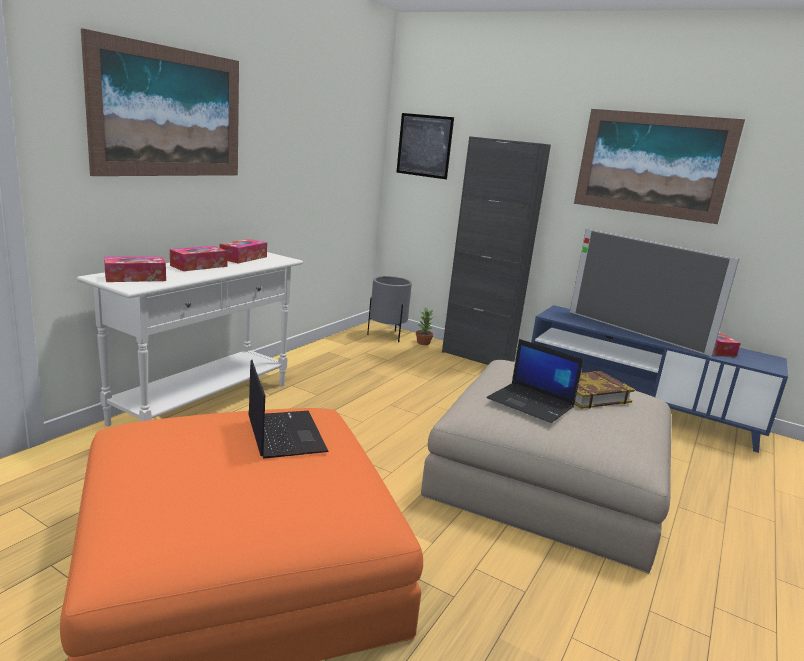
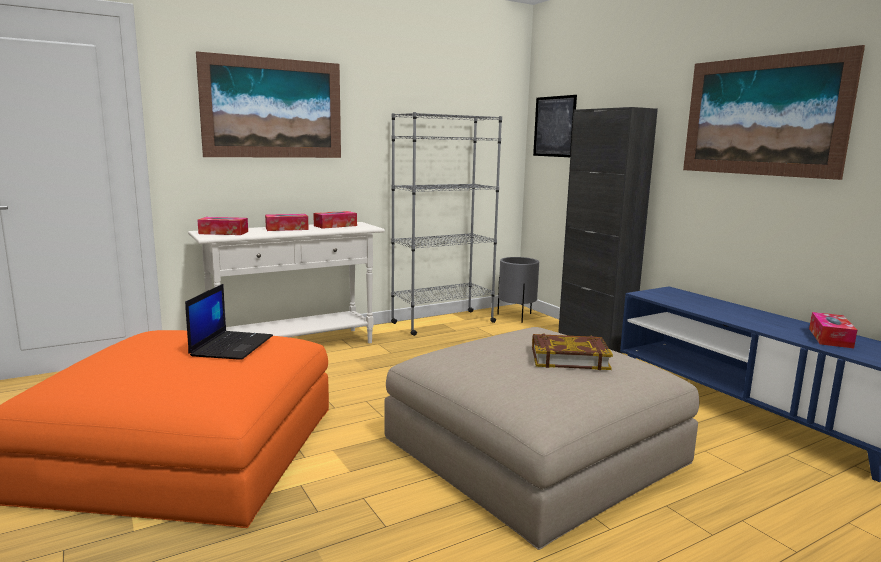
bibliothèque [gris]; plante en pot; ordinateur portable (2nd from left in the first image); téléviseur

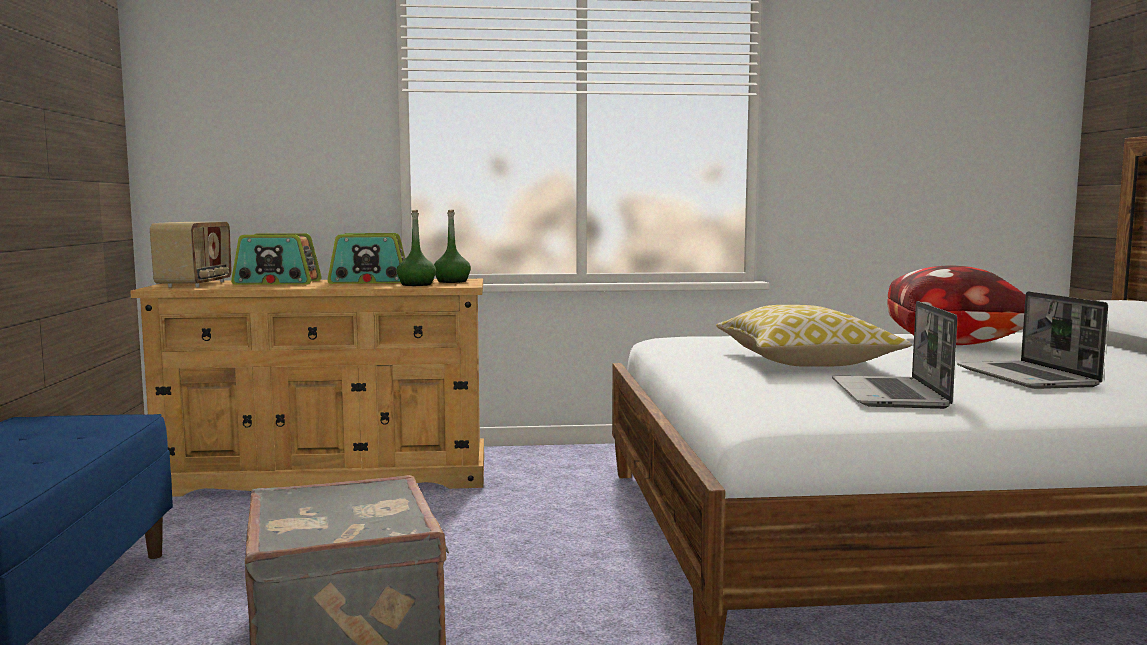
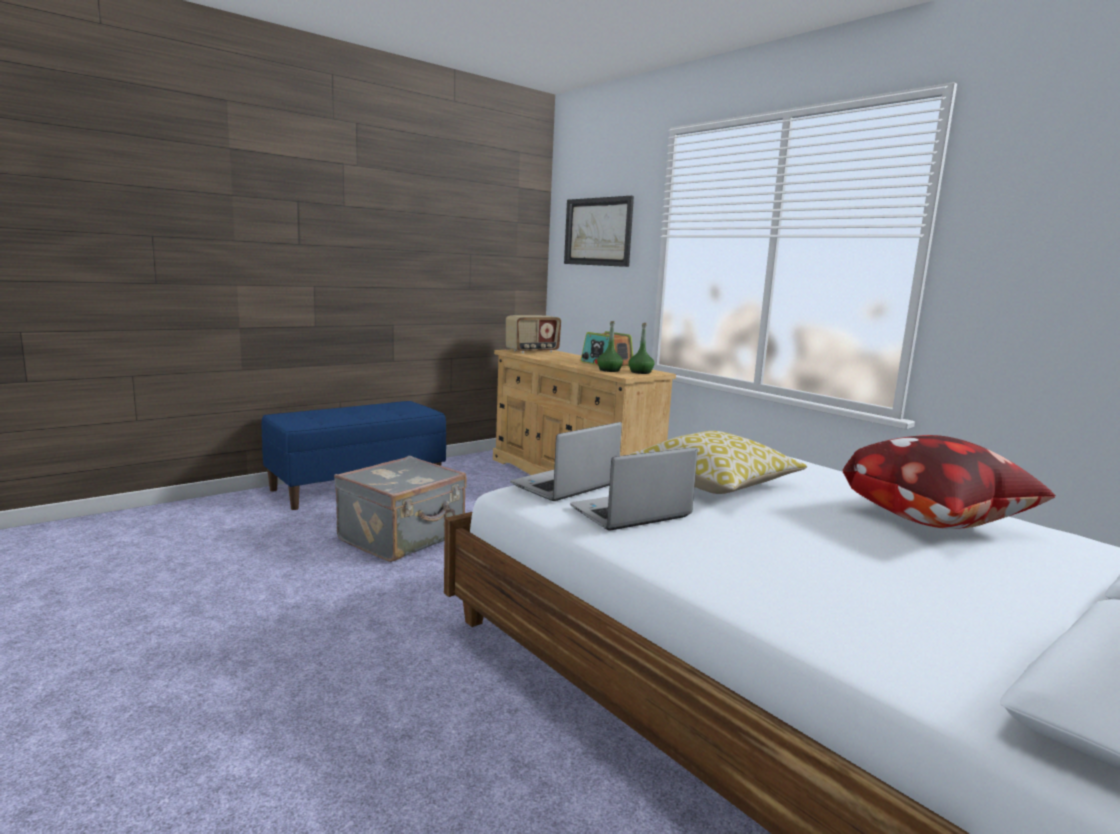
ordinateur portable (1st from left); tableau; radio (2nd from left in the first image)

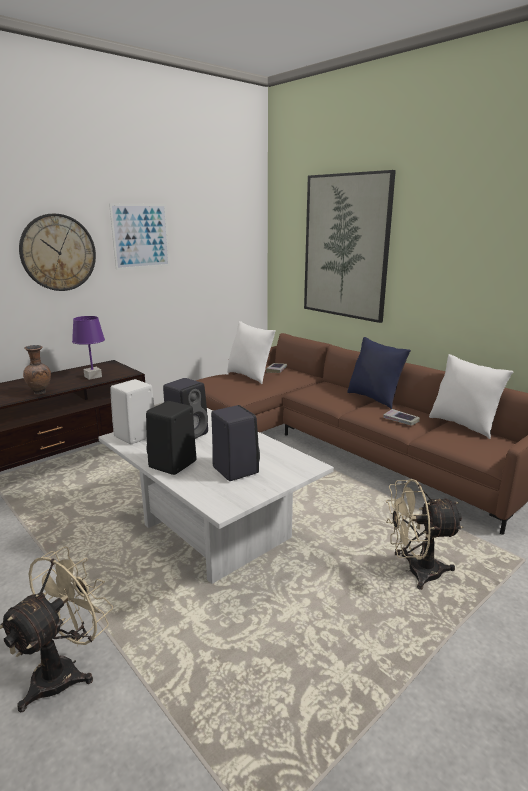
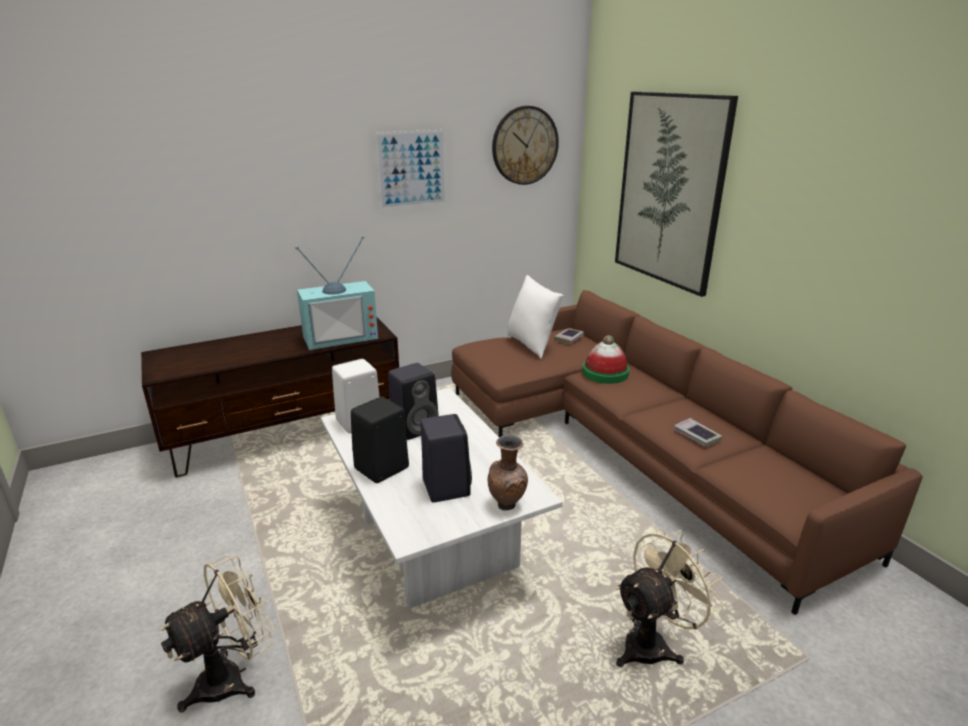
téléviseur; vase [marron]; horloge murale; chapeau; ventilateur [beige] (2nd from left); coussin [bleu]; coussin [blanc] (2nd from left in the first image)

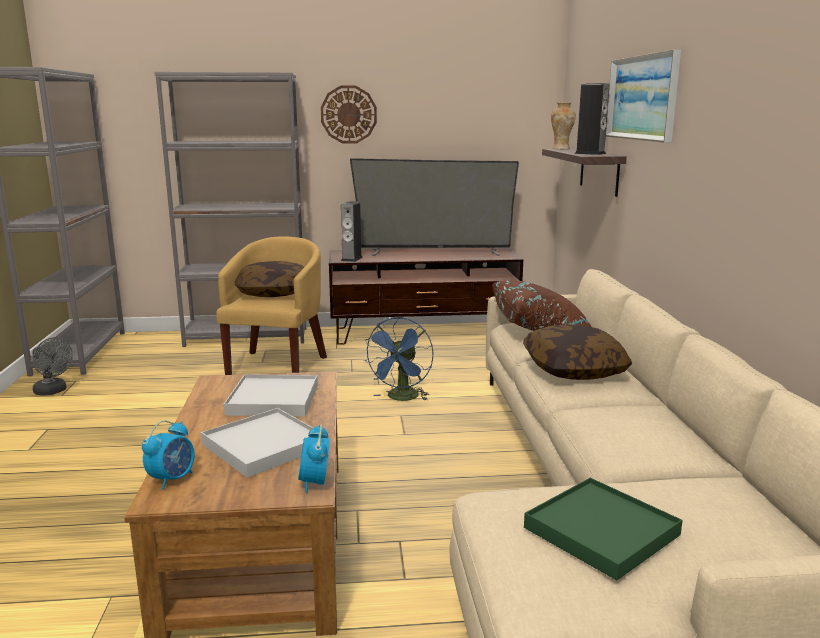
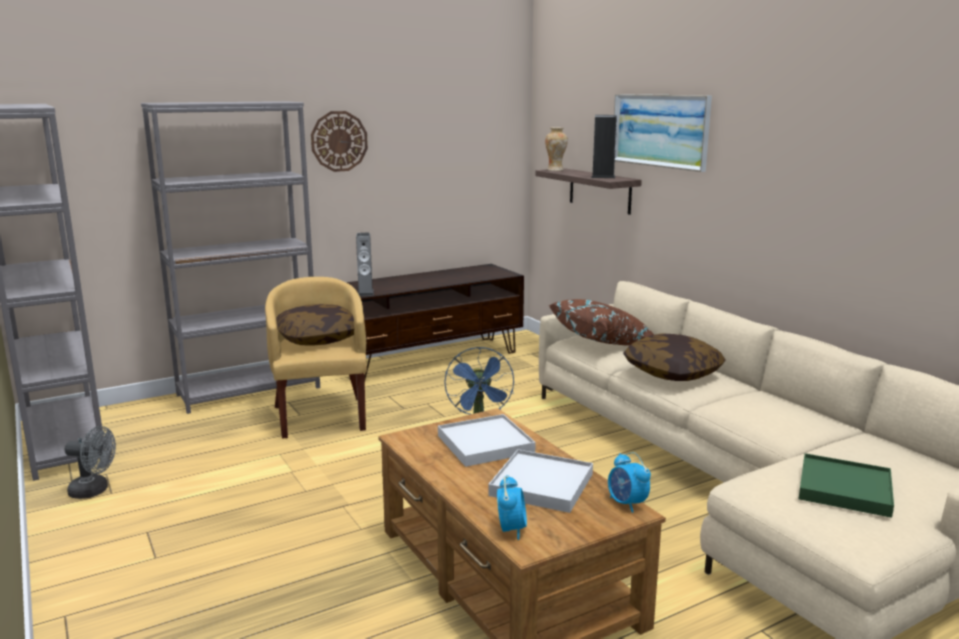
téléviseur

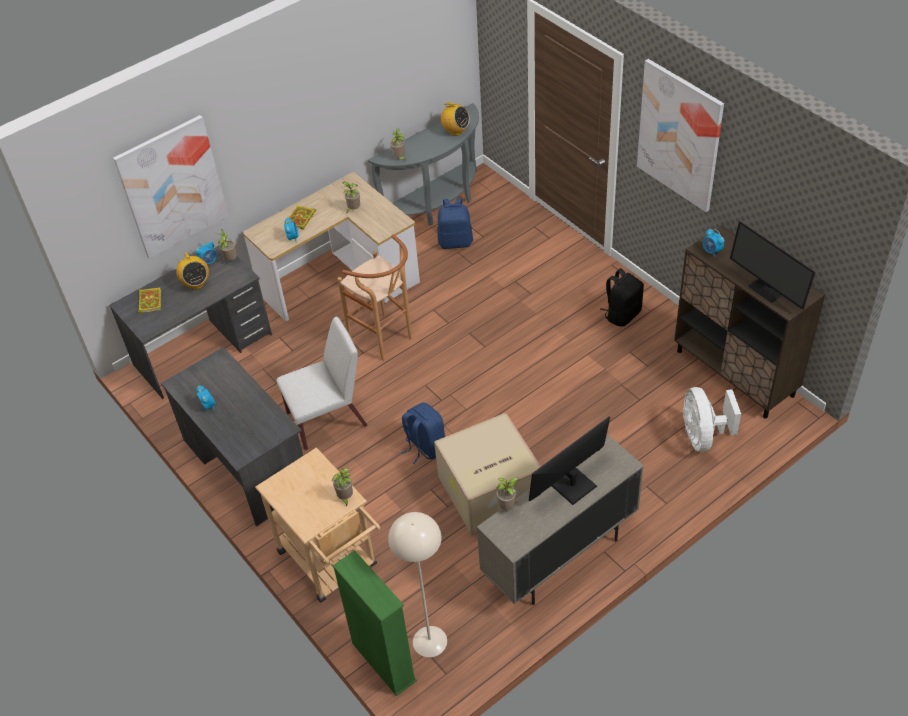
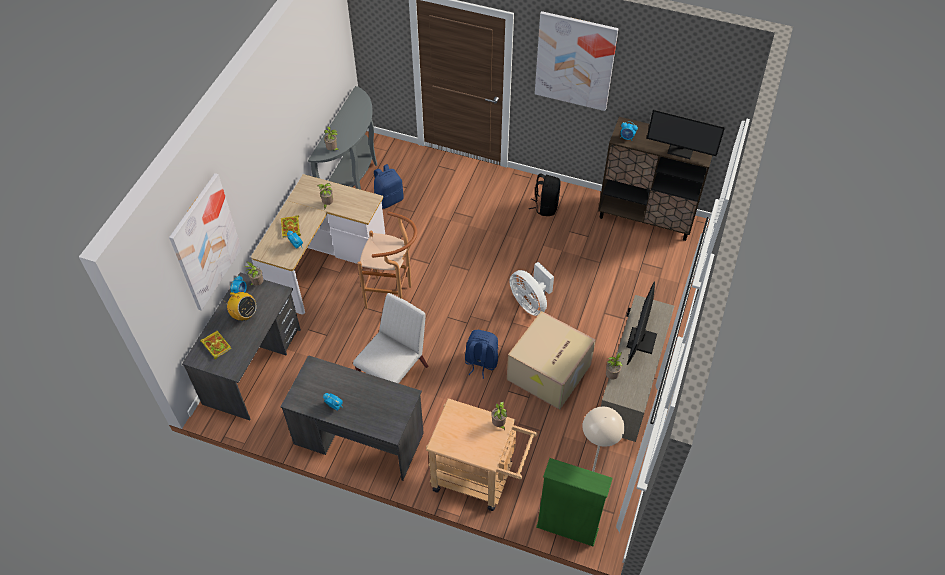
ventilateur [blanc]; radio (2nd from left in the first image)

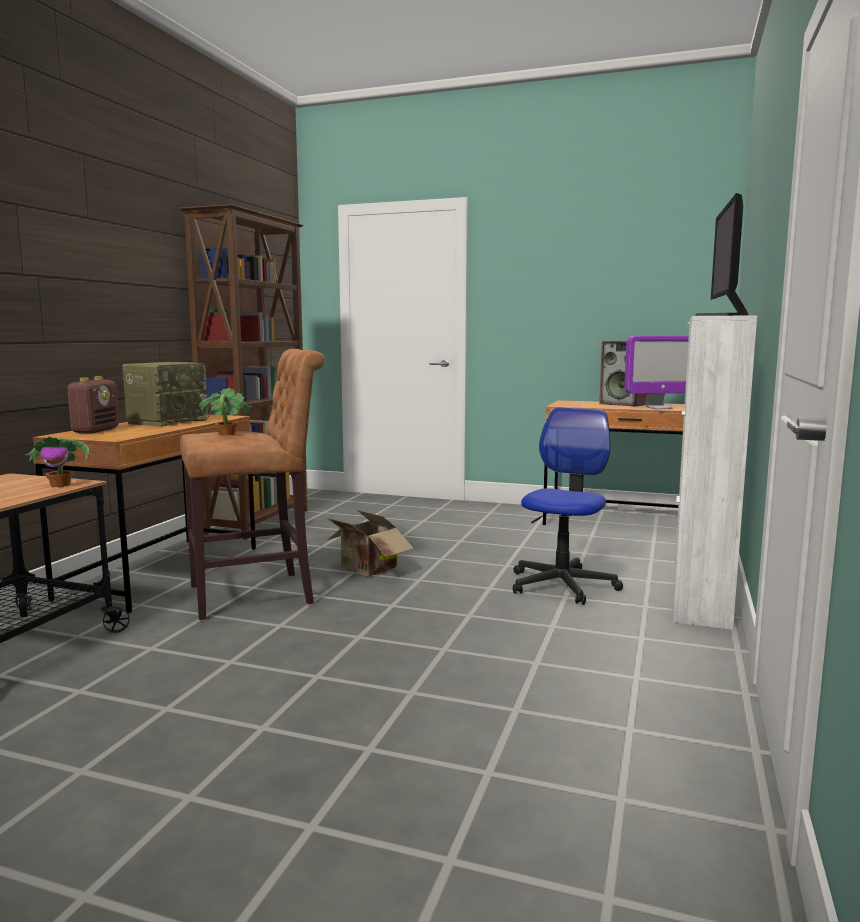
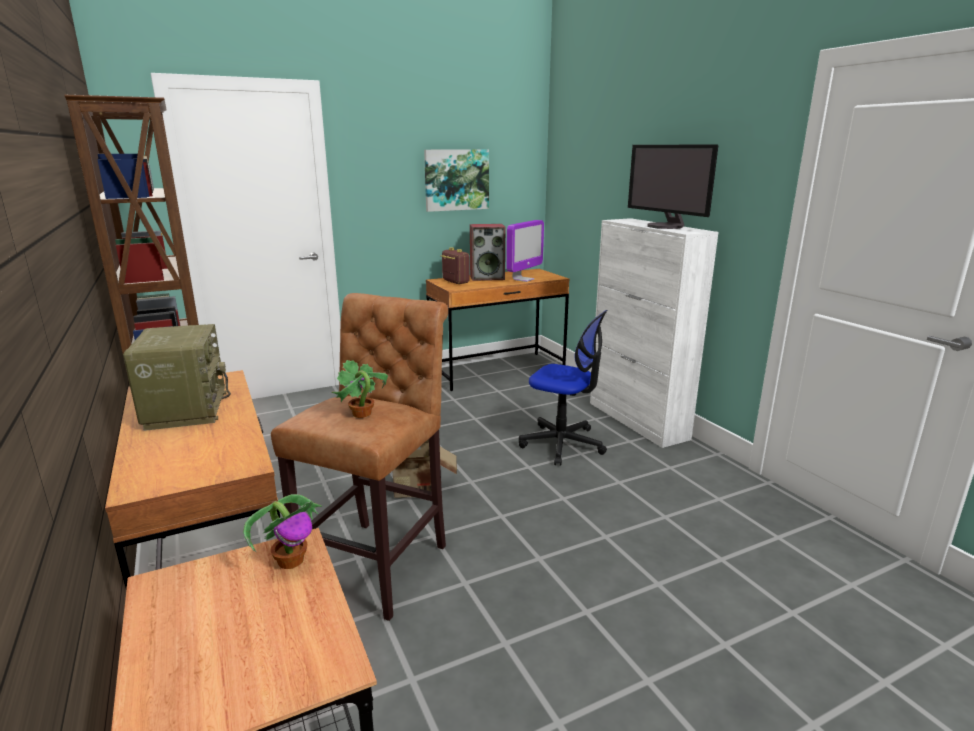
tableau; radio (2nd from left); chaise de bureau

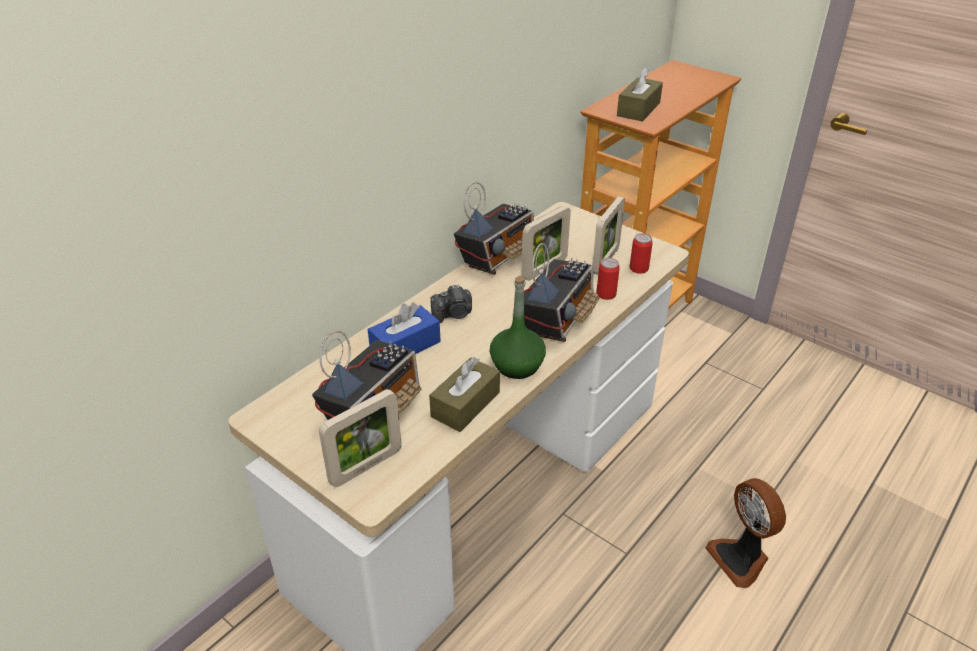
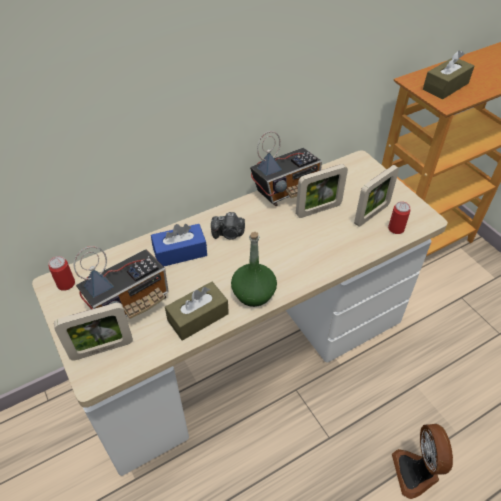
boîte métallique (1st from left); radio (3rd from left in the first image)

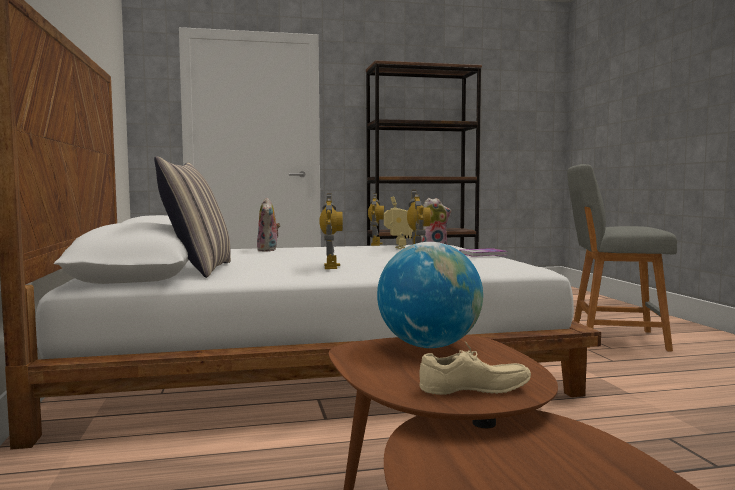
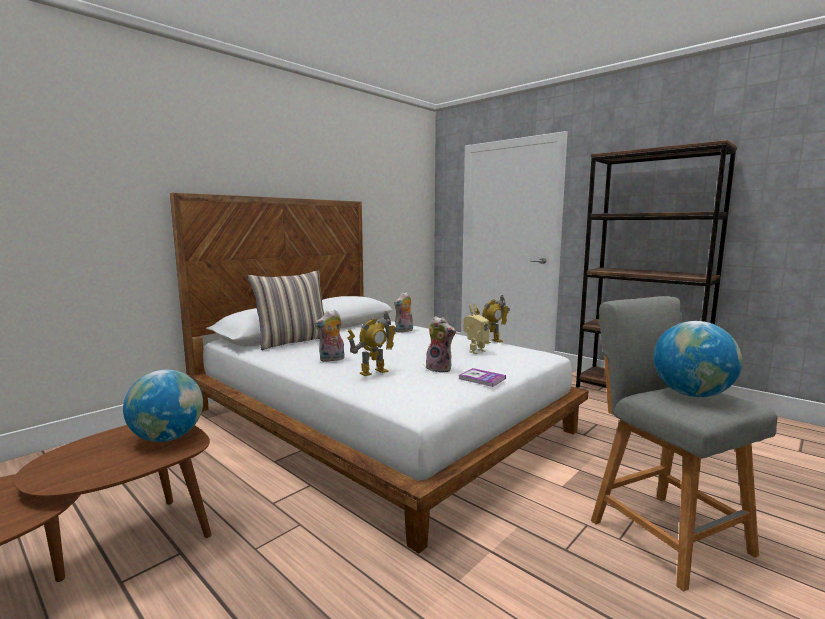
peluche (1st from left); globe (2nd from left); chaussure [beige]

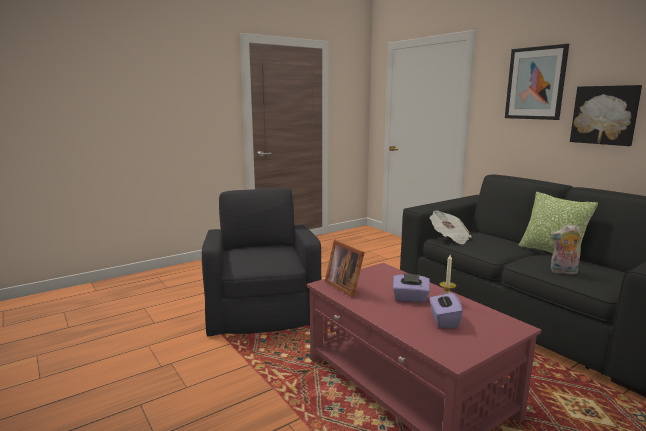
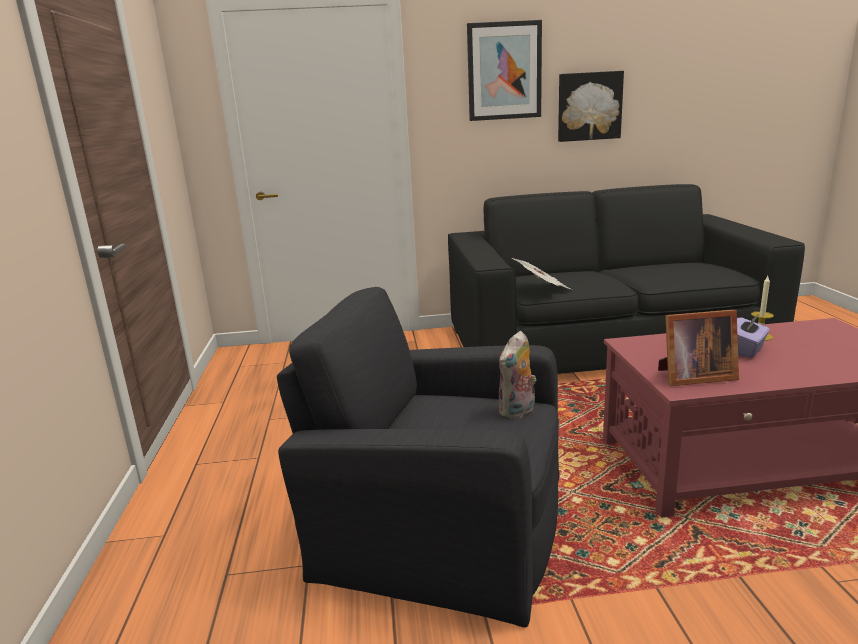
peluche; boîte à mouchoirs [violet] (2nd from left in the first image); coussin

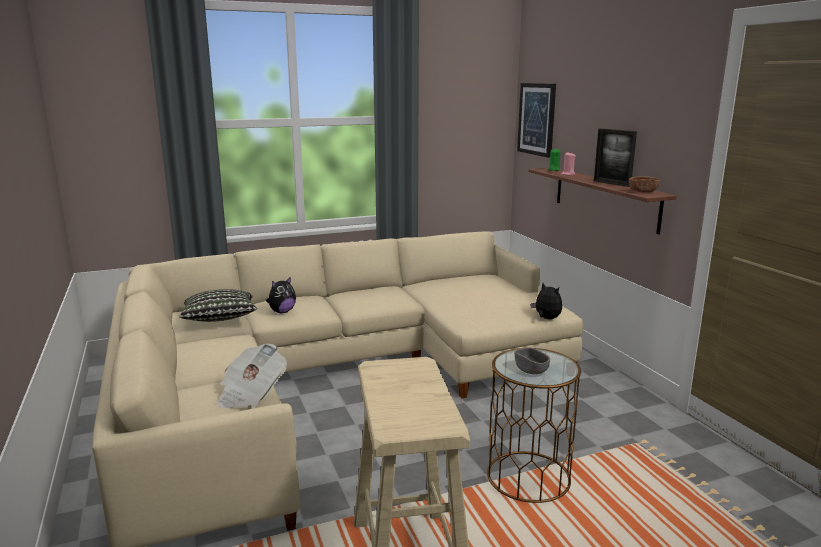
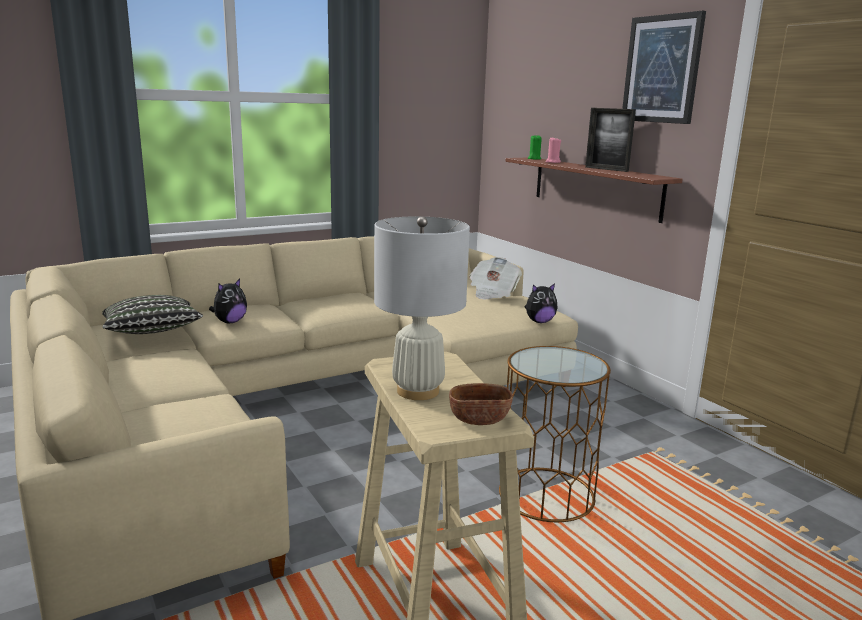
lampe de table [blanc]; bol [marron]; journal; peluche (2nd from left); tableau; bol [gris]

